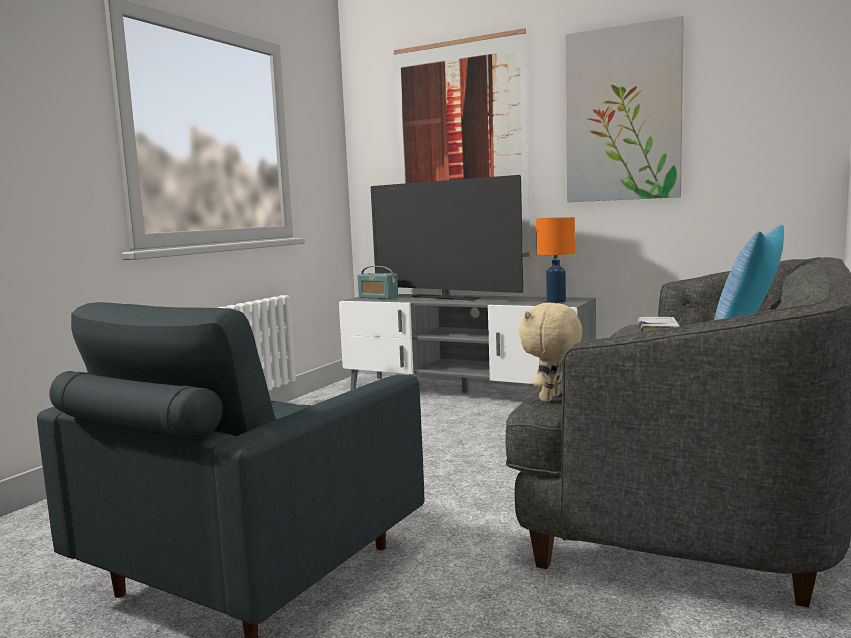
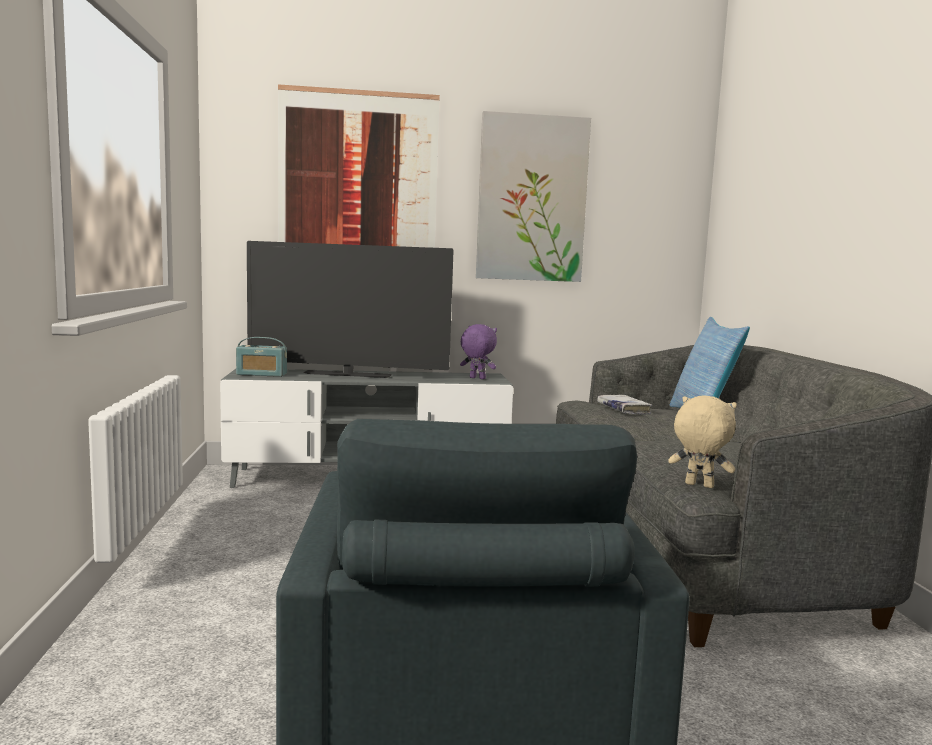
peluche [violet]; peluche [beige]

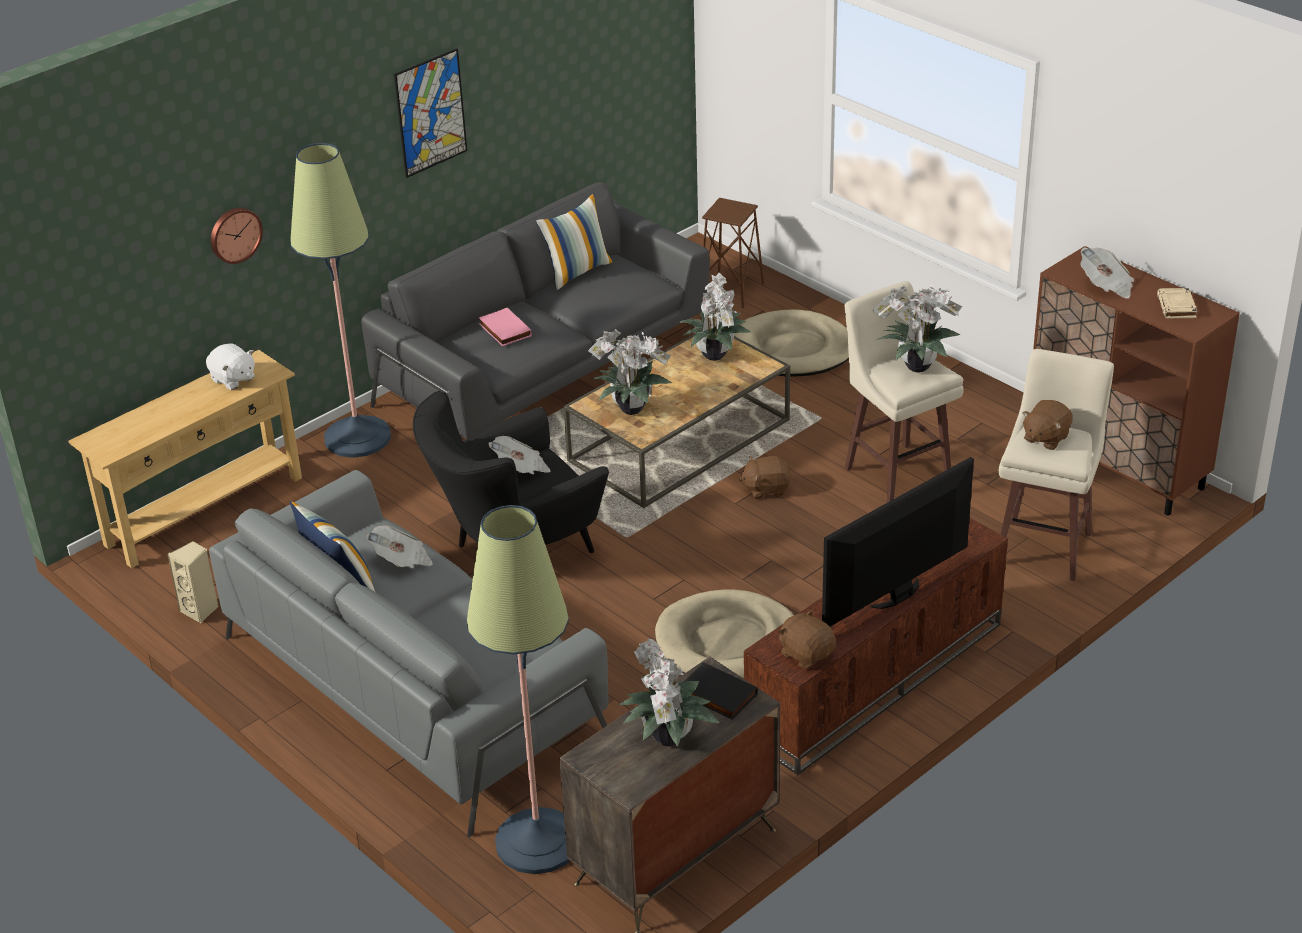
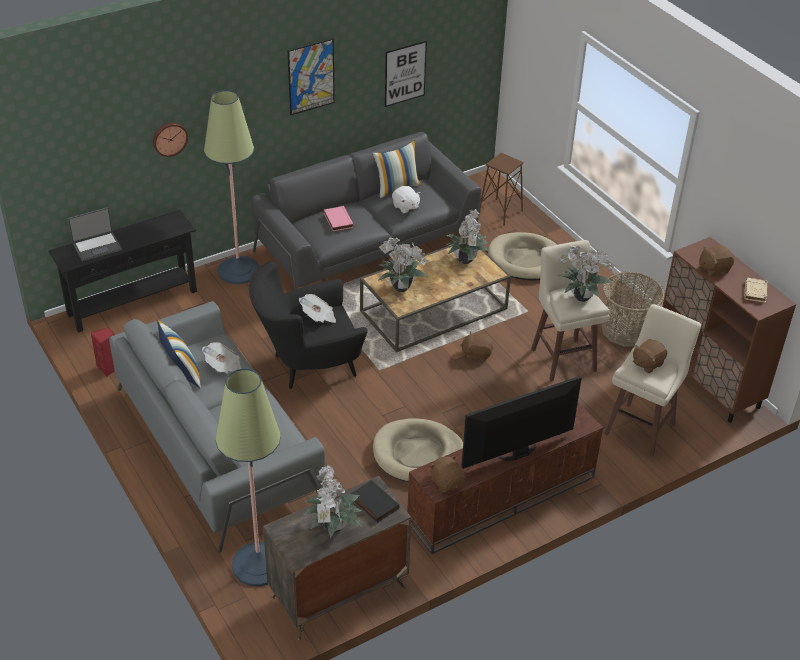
table console [noir]; ordinateur portable; enceinte [rouge]; tableau (2nd from left); peluche [blanc]; panier; peluche [marron] (4th from left)

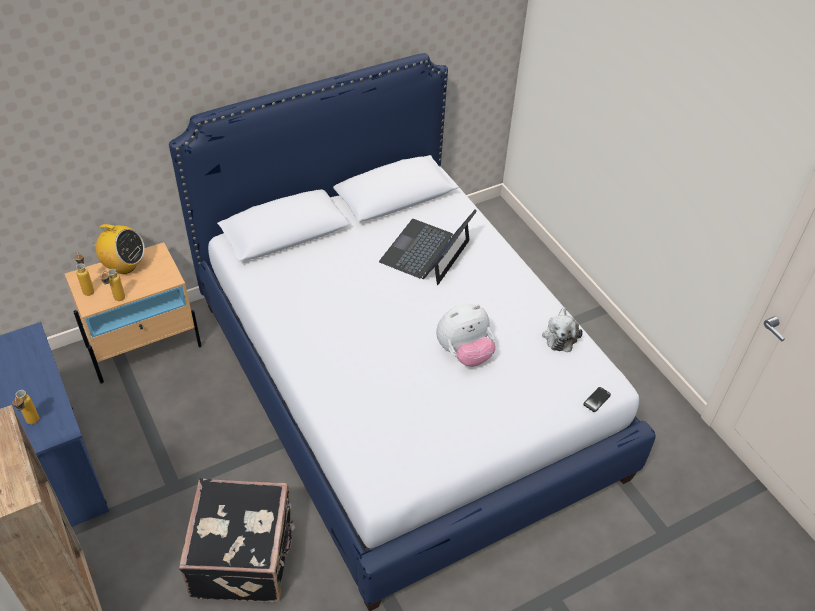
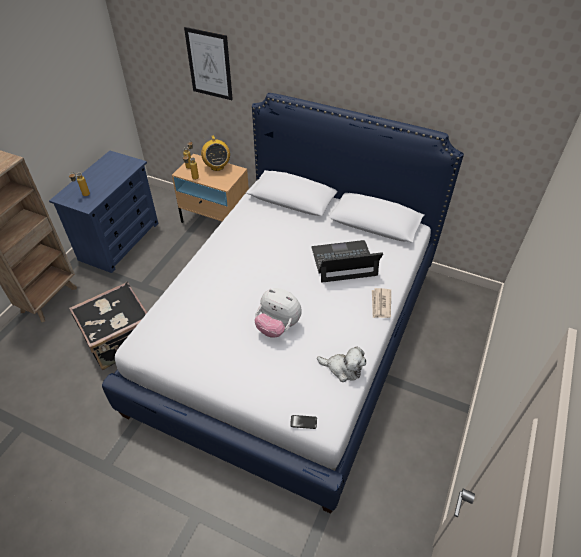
tableau; peluche (2nd from left); journal

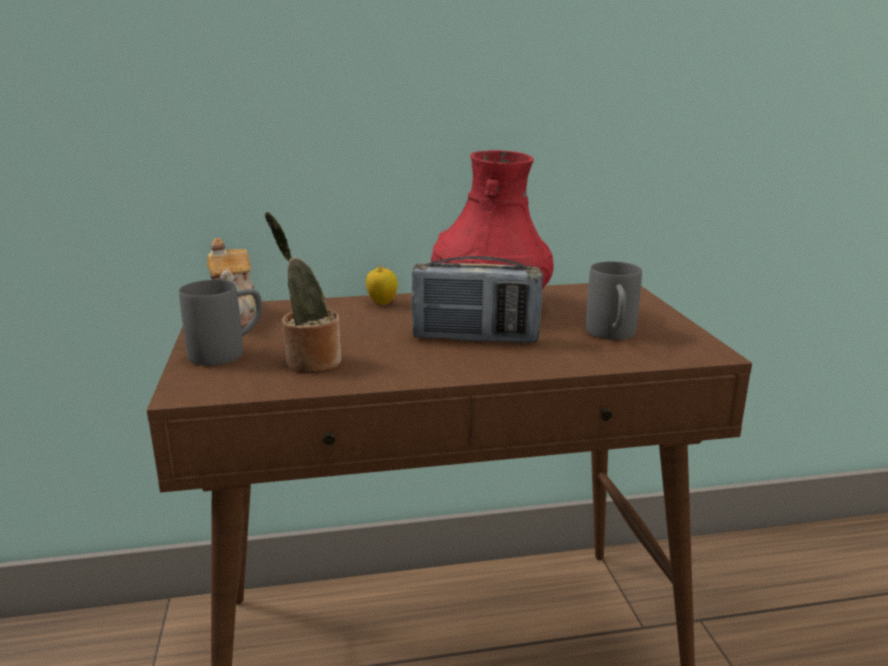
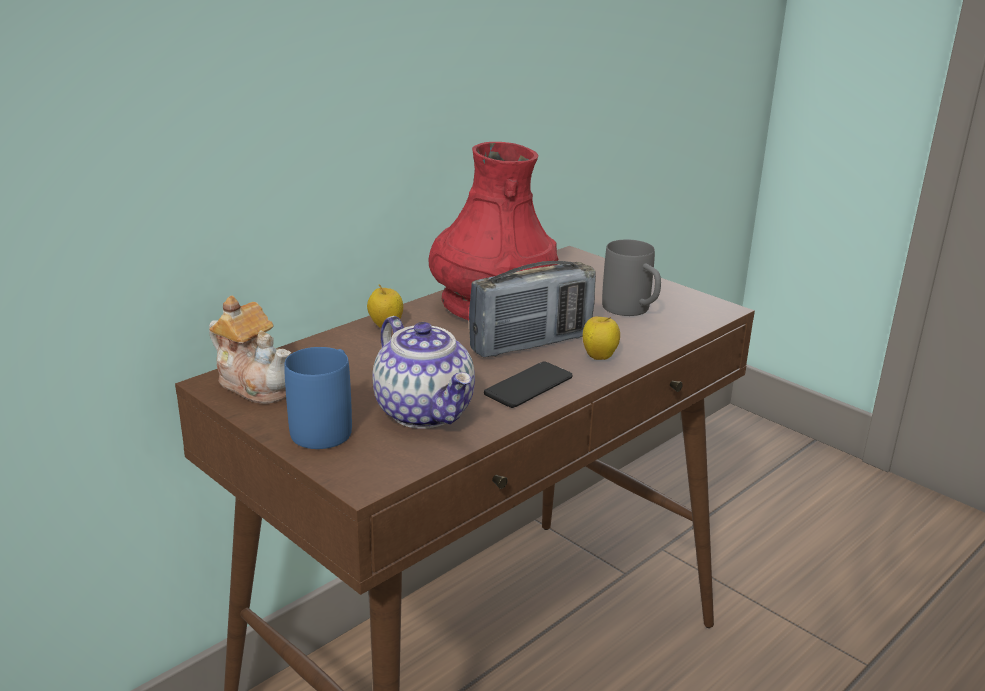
mug [bleu]; théière (2nd from left); téléphone; pomme (2nd from left)

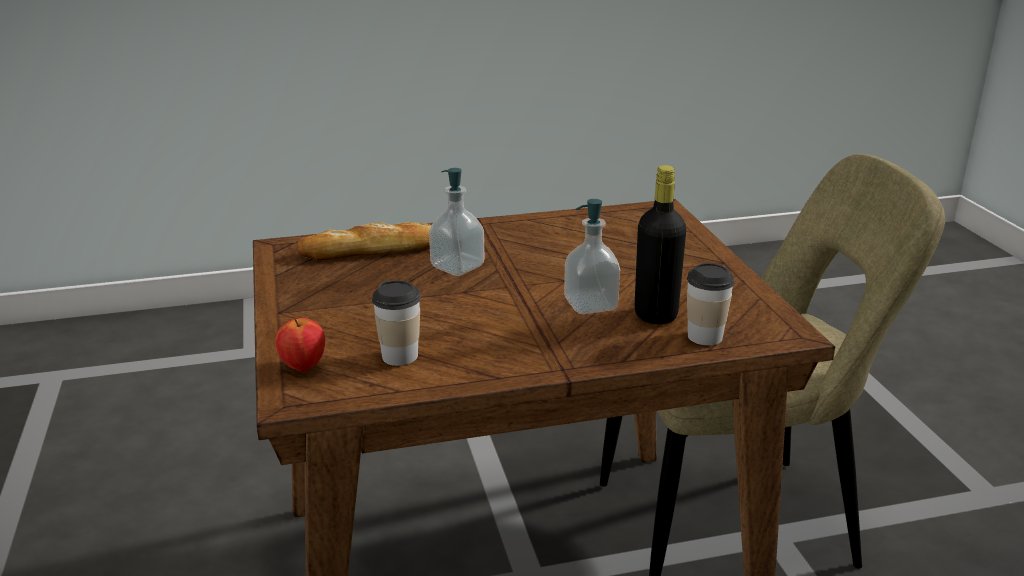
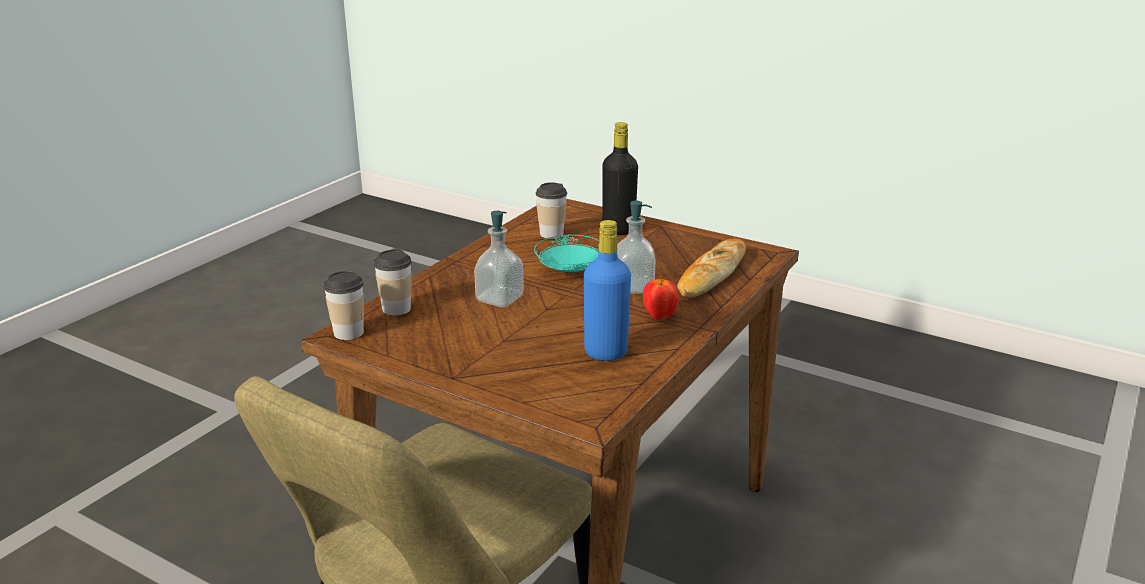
tasse (1st from left); assiette [turquoise]; bouteille [bleu]; bouteille [noir]; pomme

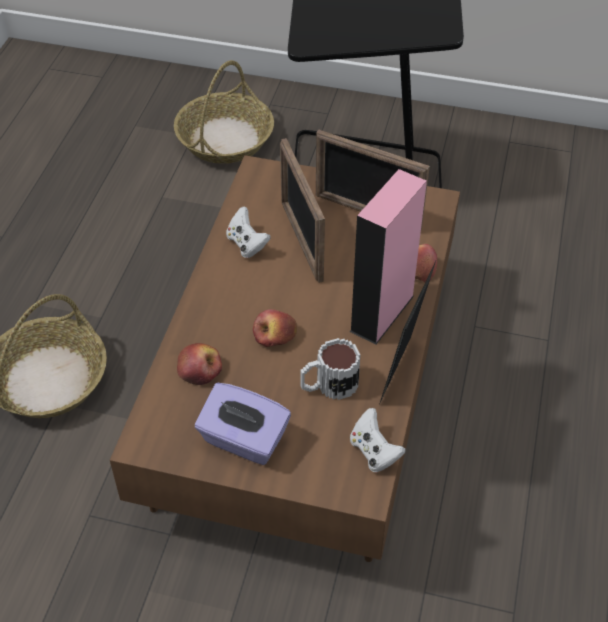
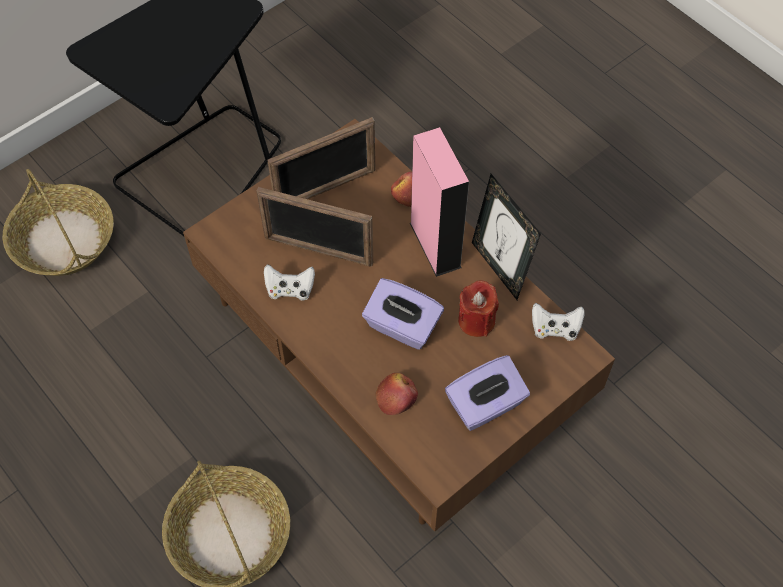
boîte à mouchoirs [violet] (1st from left); bougie [rouge]

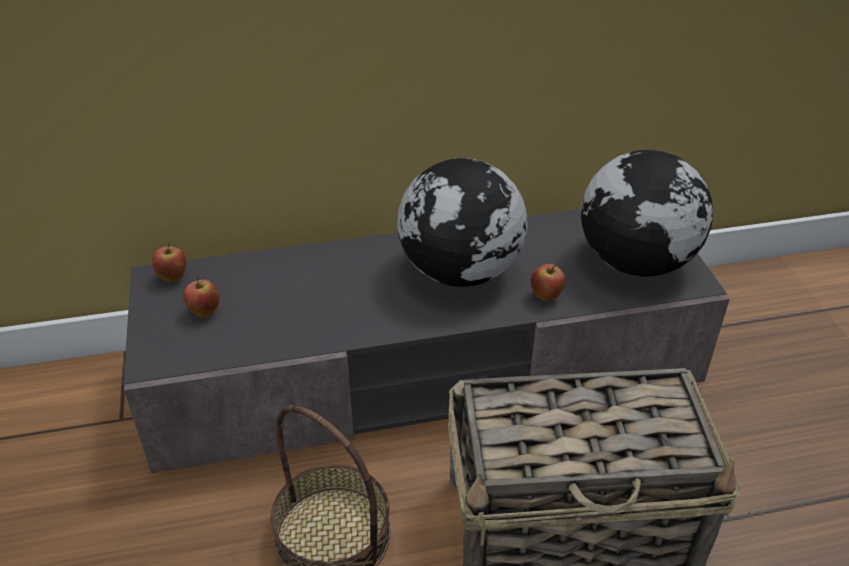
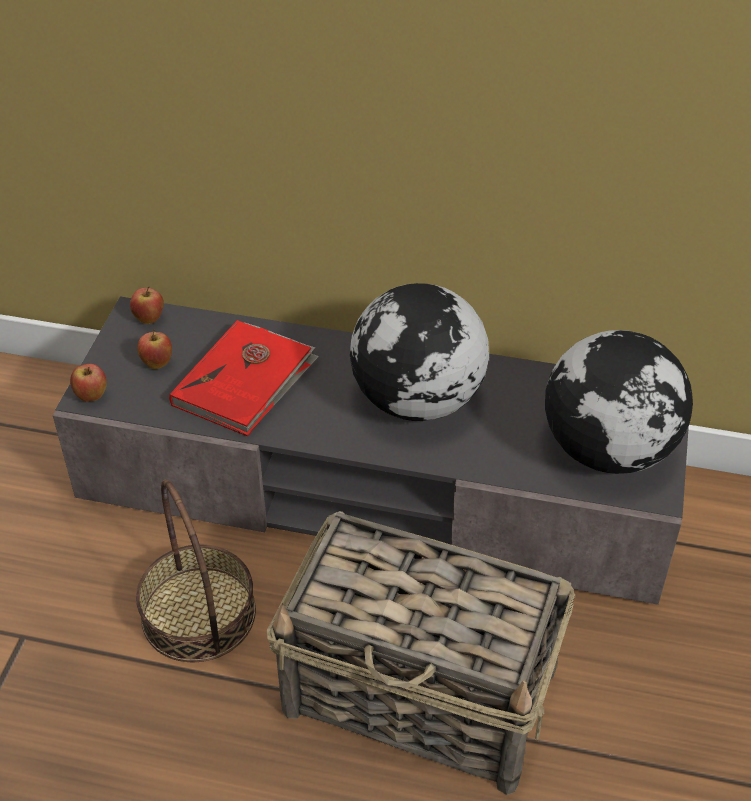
pomme (1st from left); livre [rouge]

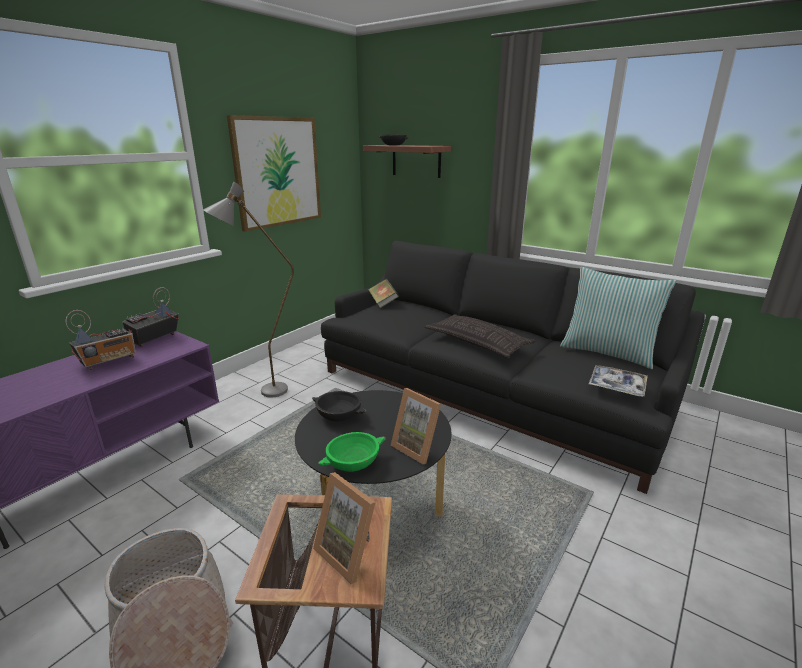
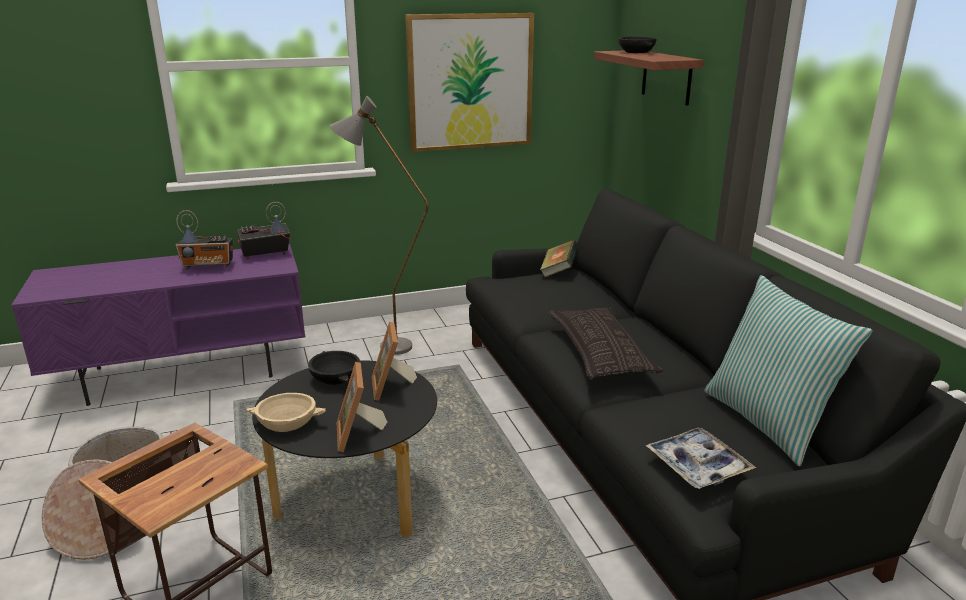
bol [beige]; cadre photo (2nd from left)

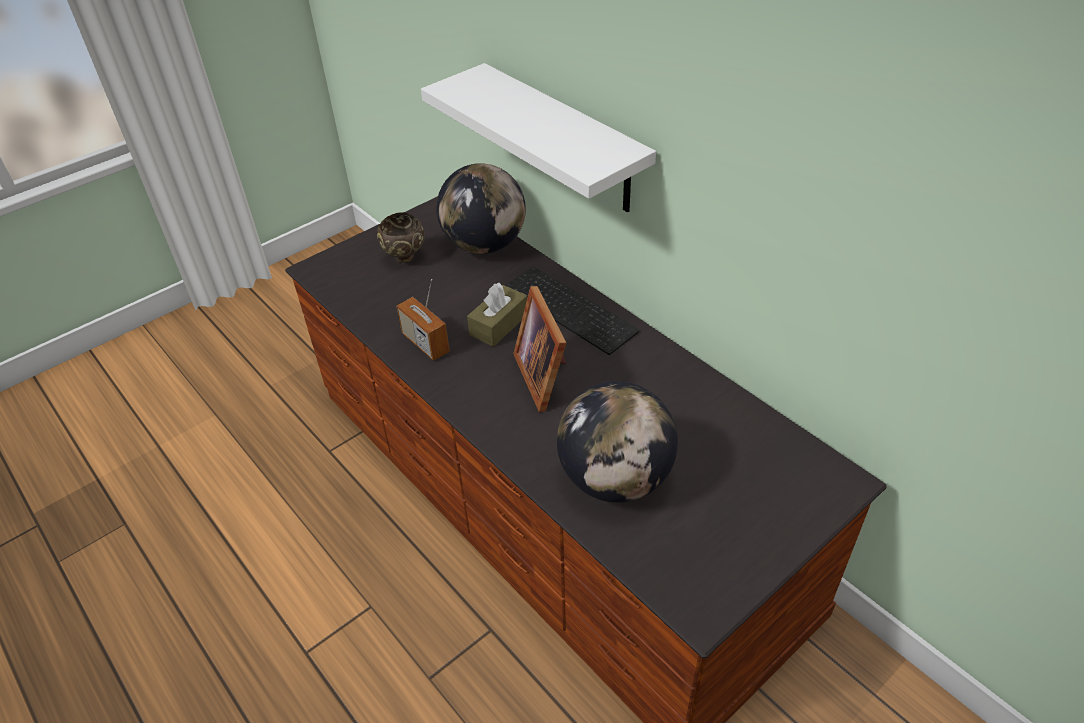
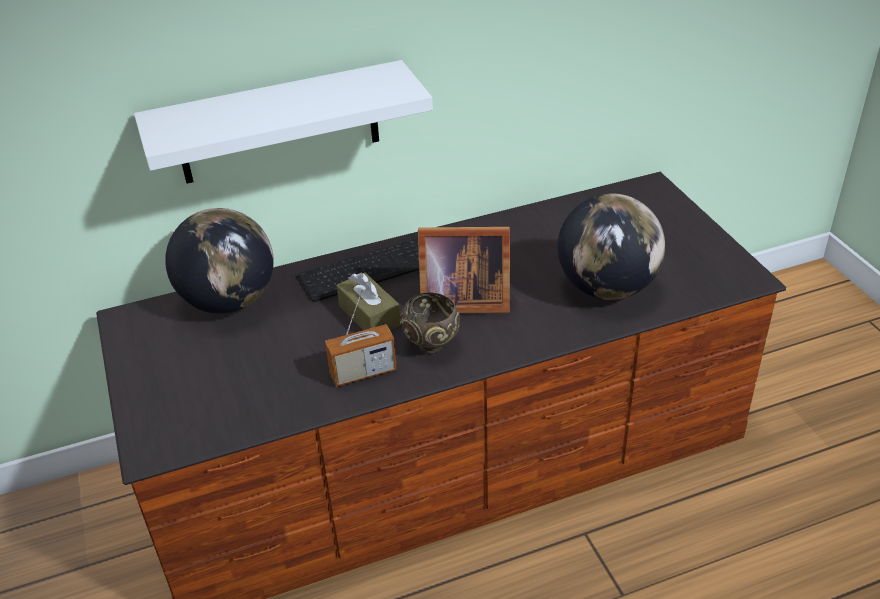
bol [marron]

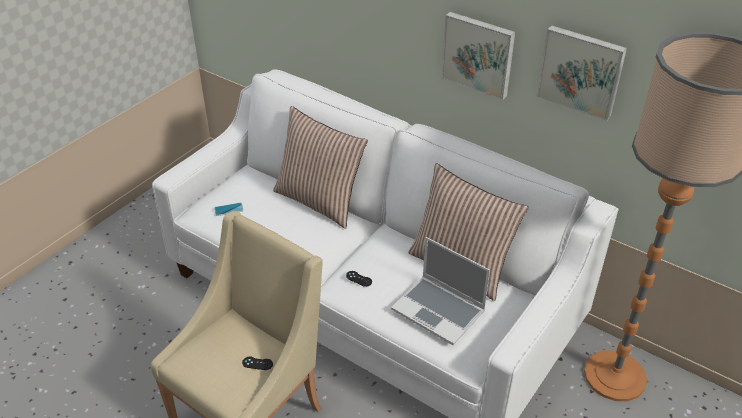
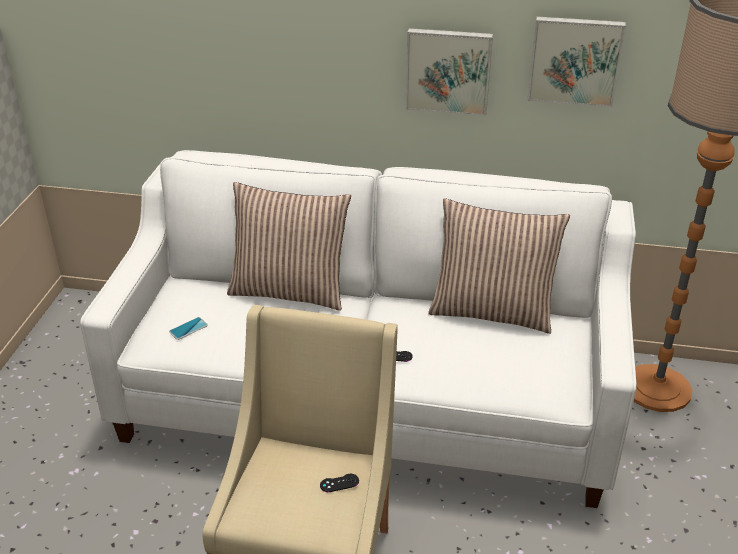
ordinateur portable

